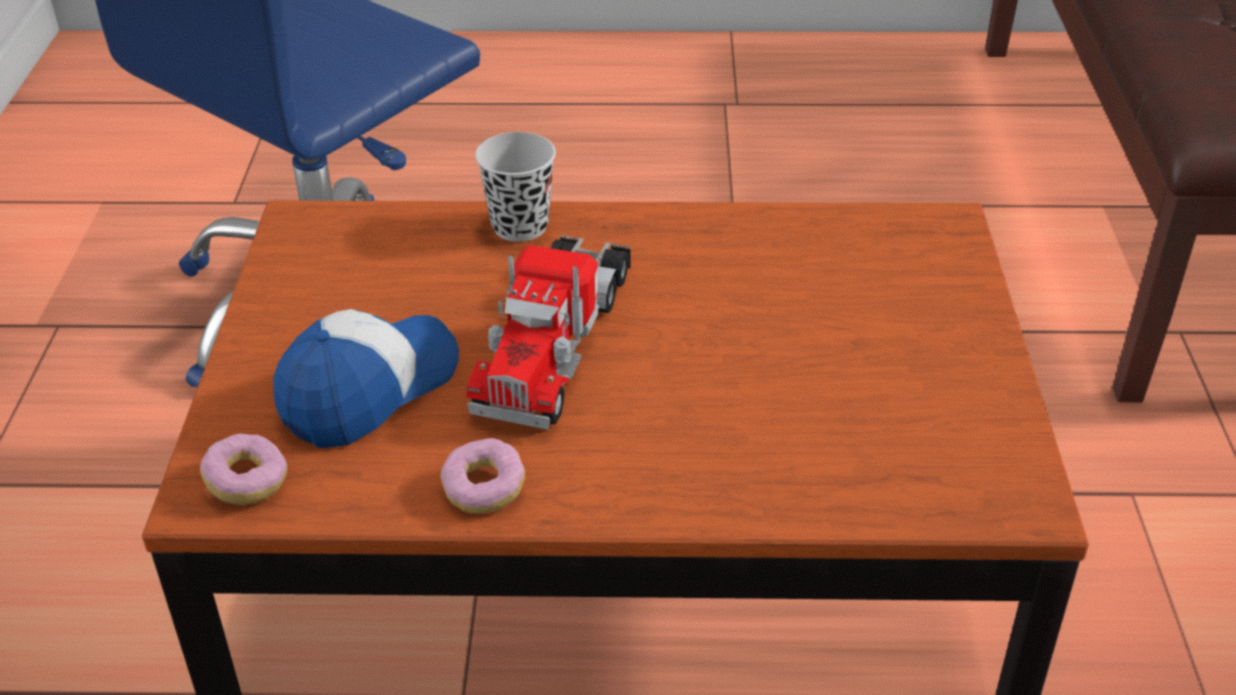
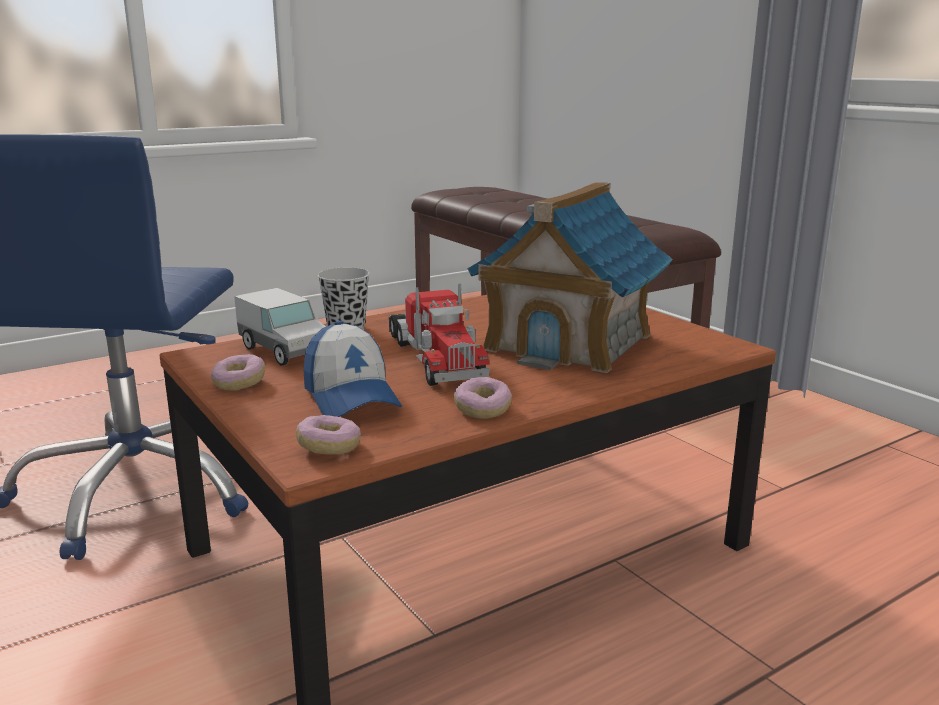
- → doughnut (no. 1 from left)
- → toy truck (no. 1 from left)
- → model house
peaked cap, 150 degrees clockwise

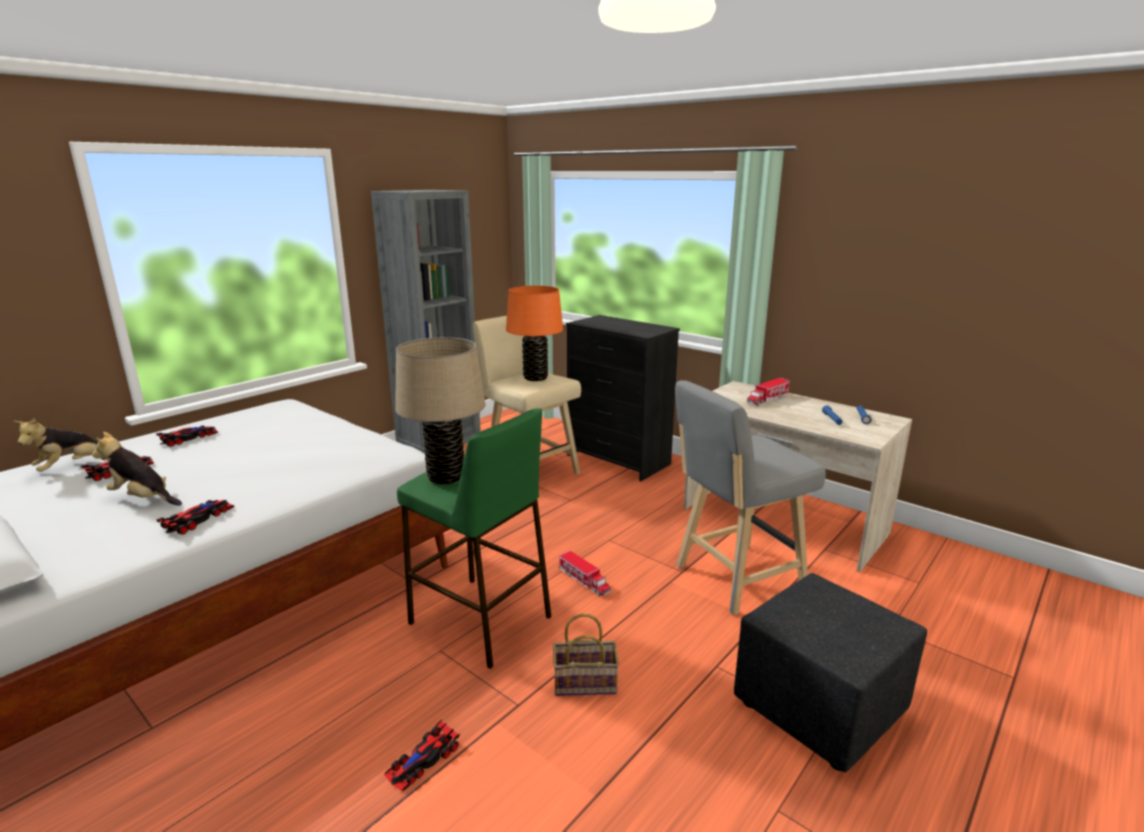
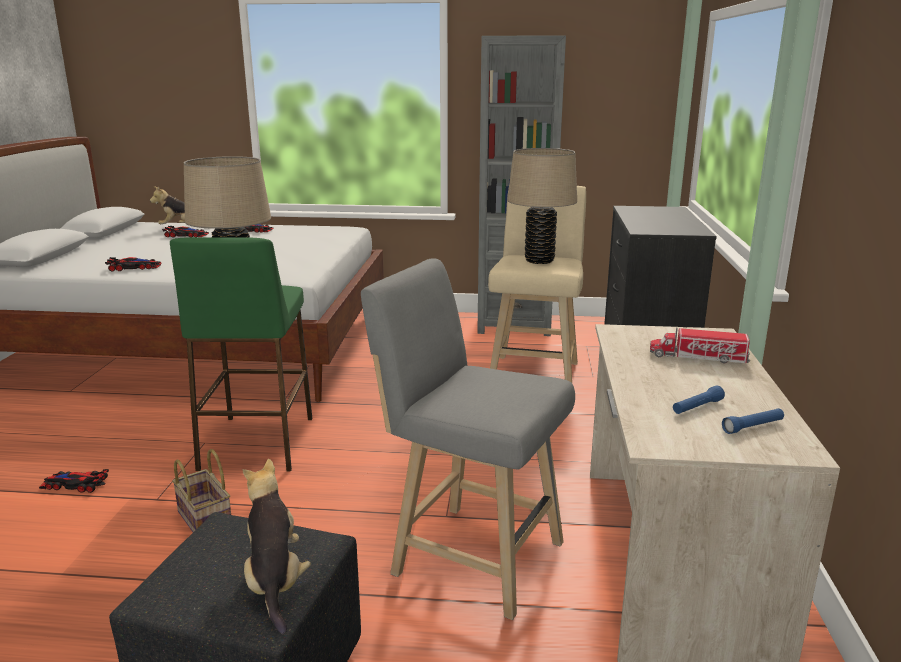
toy truck (no. 1 from left) → -
cuddly toy (no. 2 from left), relocated
orange-coloured table lamp → beige-coloured table lamp (no. 2 from left)

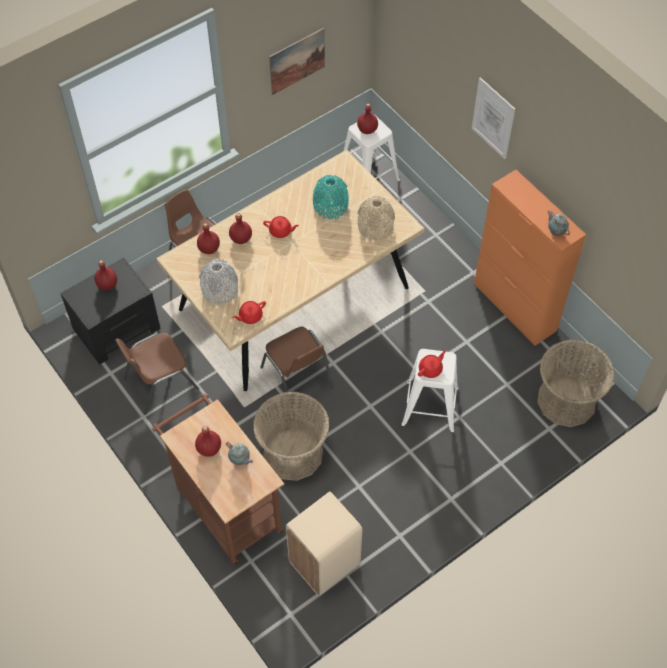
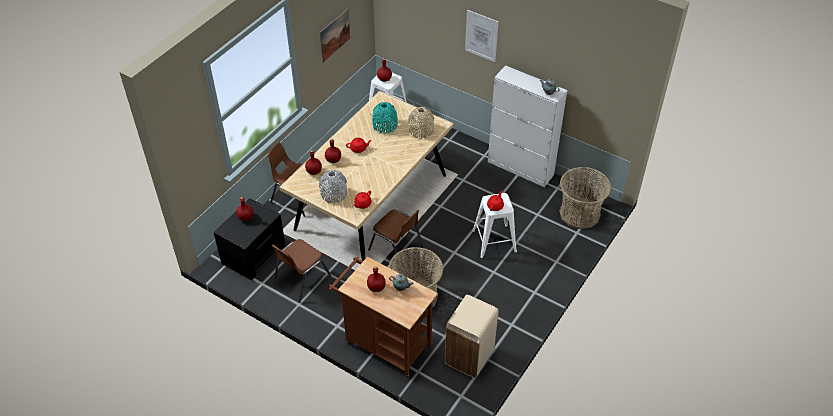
orange-coloured cabinet → white cabinet

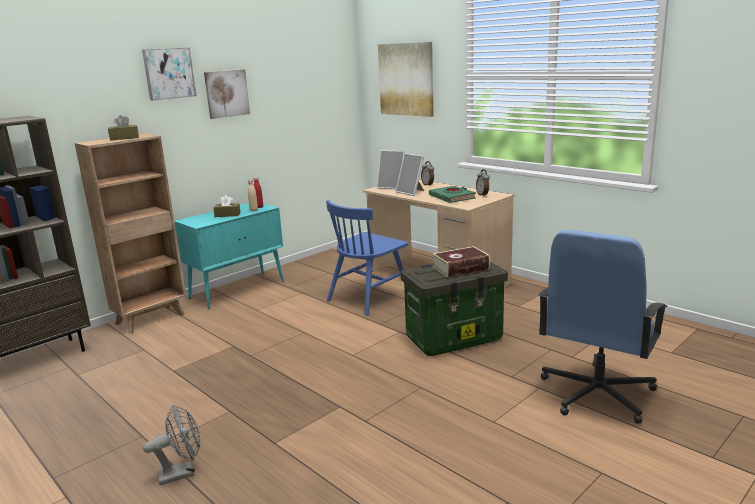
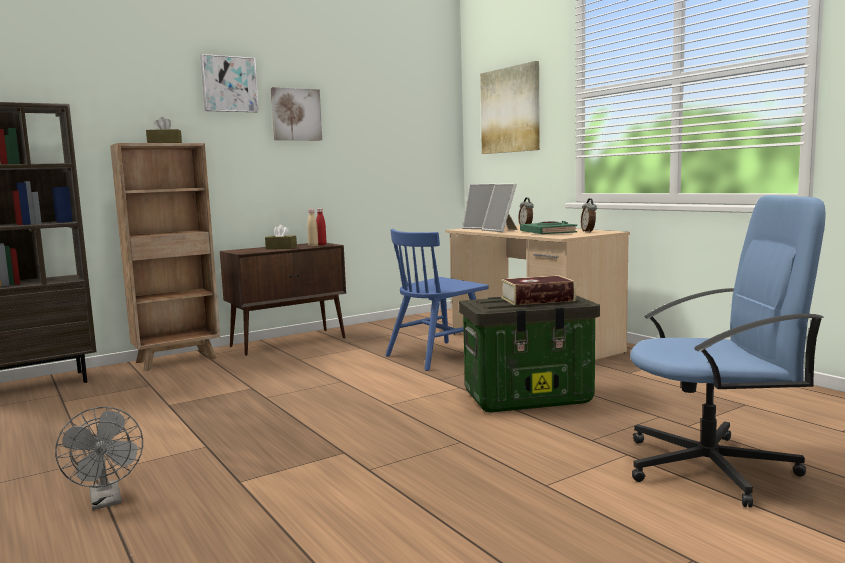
blue-green cabinet → brown cabinet
greyish electric fan, 75 degrees clockwise
bluish computer chair, 135 degrees counterclockwise

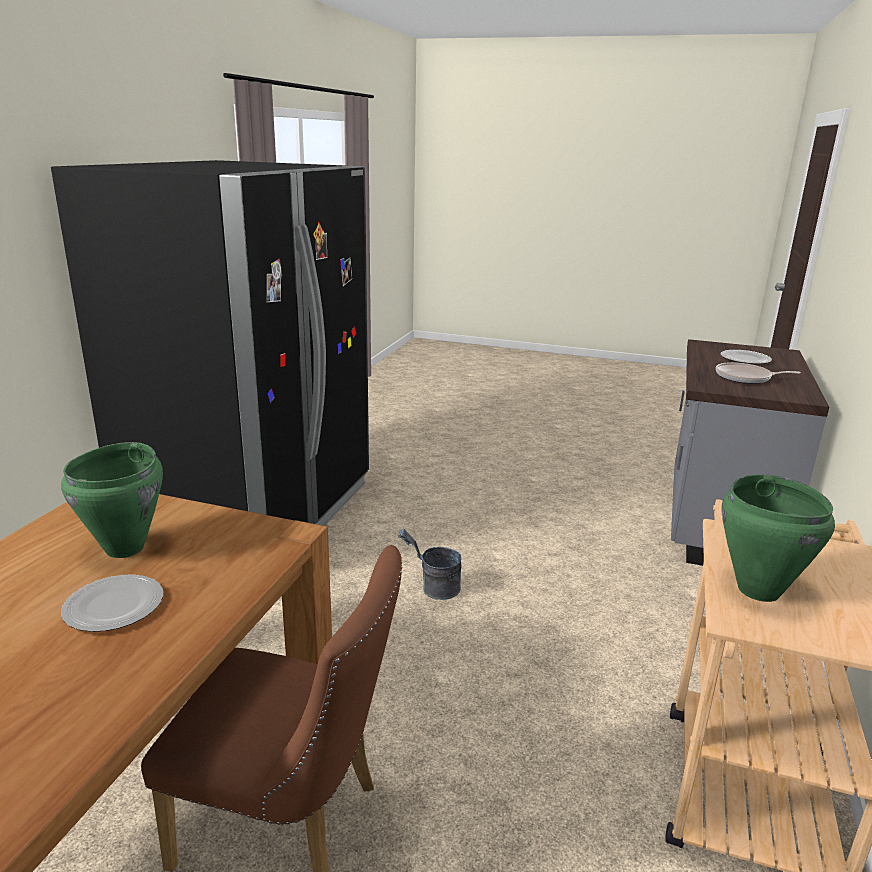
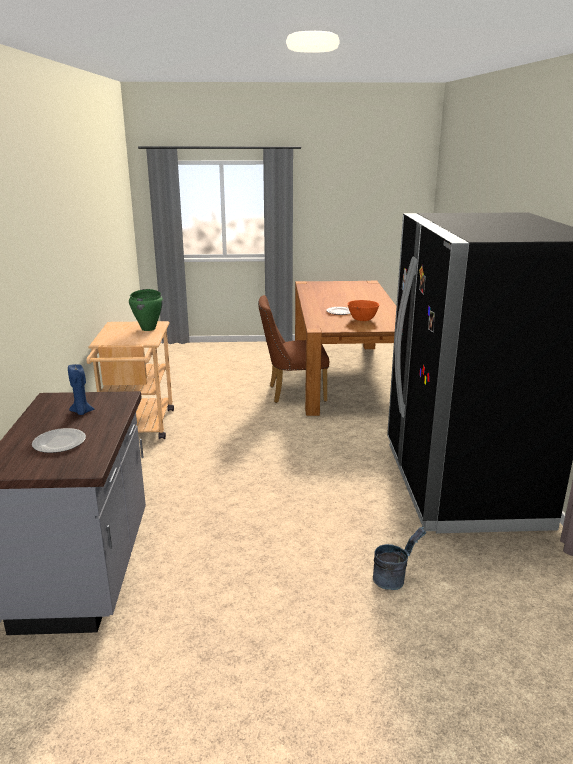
greyish pail, relocated
greenish saucepot (no. 1 from left) → orange-coloured serving bowl
skillet → bluish wax candle

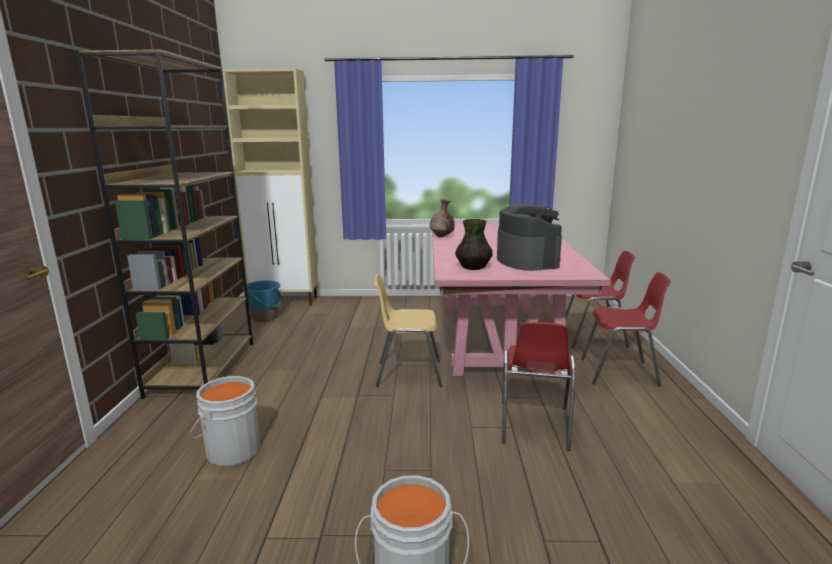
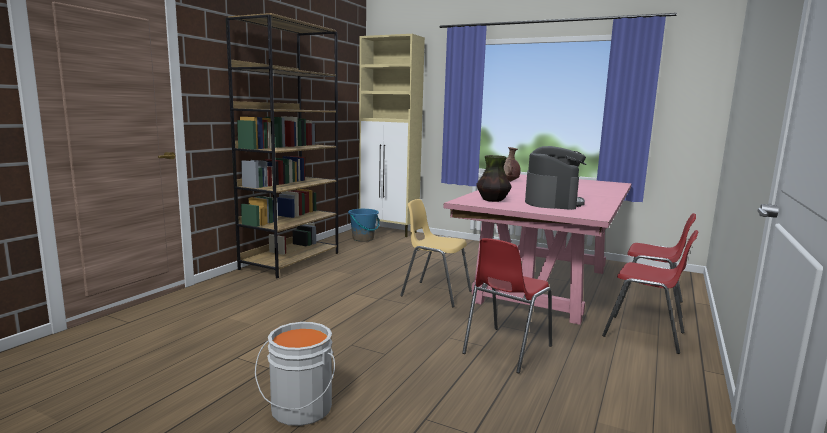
greyish pail (no. 1 from left) → -

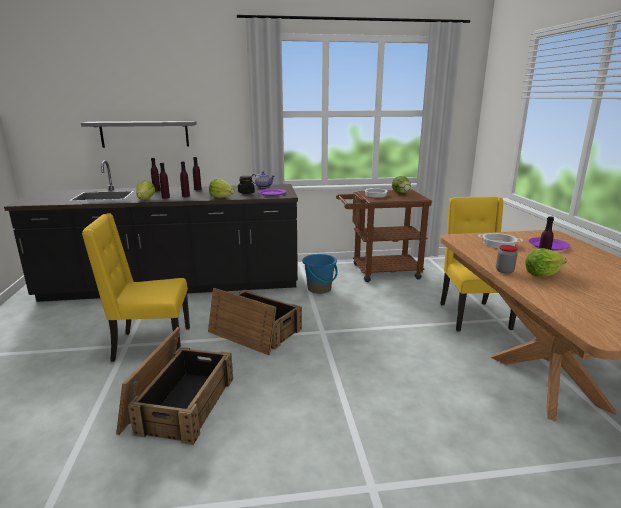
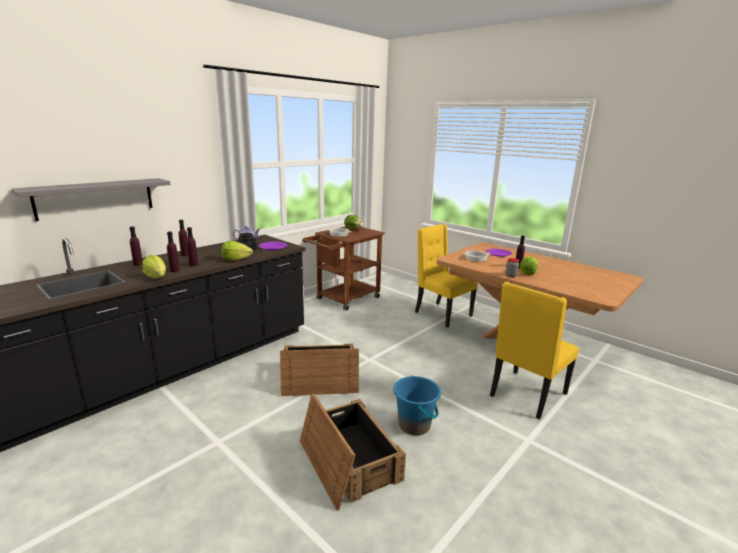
yellowish plain chair (no. 1 from left in the first image) → yellowish plain chair (no. 2 from left), relocated
bluish pail, relocated

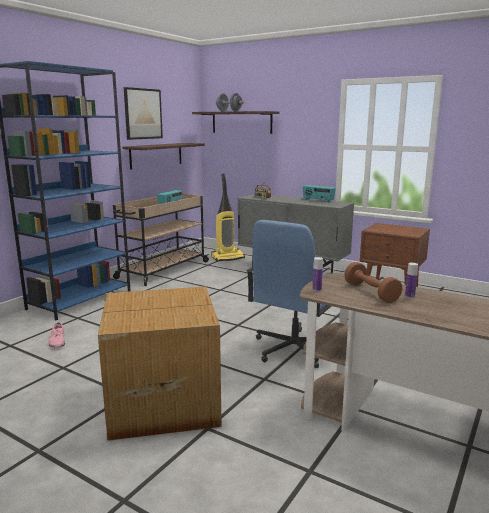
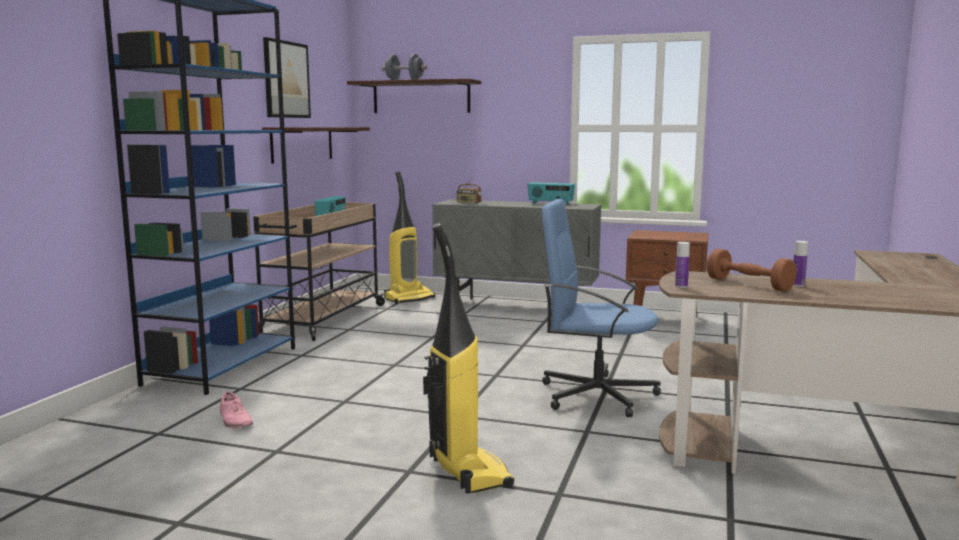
packing box → vacuum cleaner (no. 2 from left)
bluish computer chair, 90 degrees clockwise

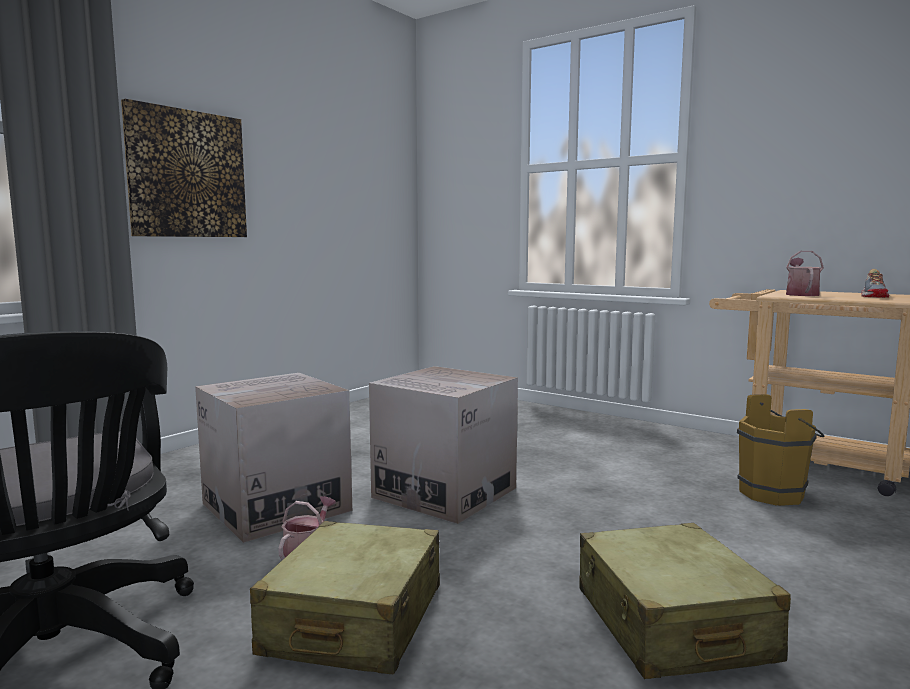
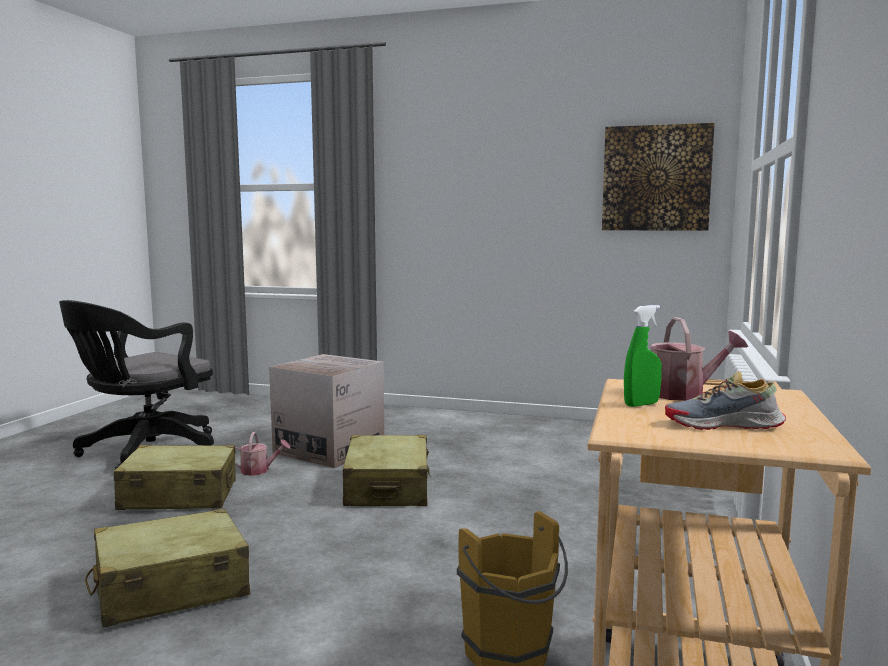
- → greenish hand sprayer
picture, relocated
packing box (no. 2 from left) → beige-coloured suitcase (no. 3 from left)

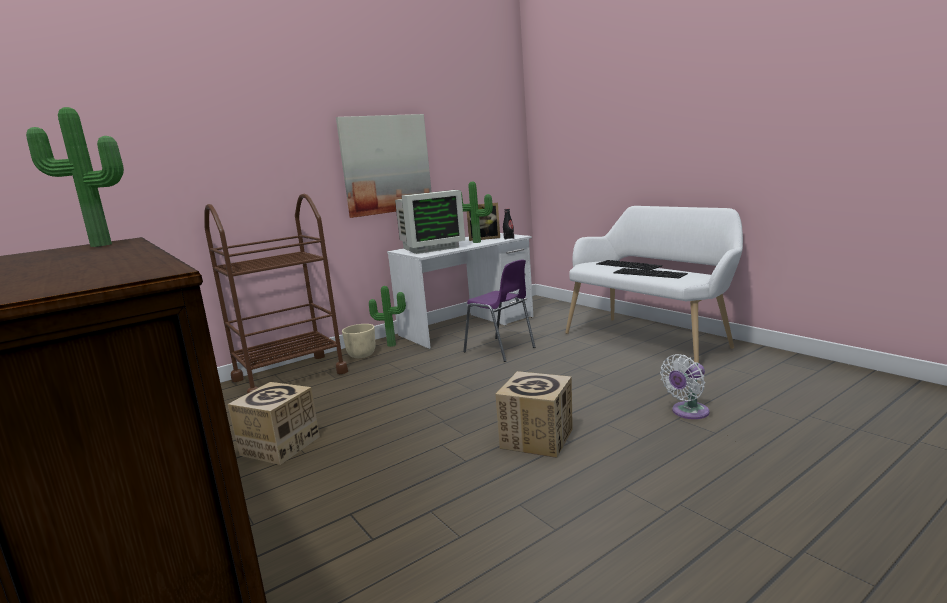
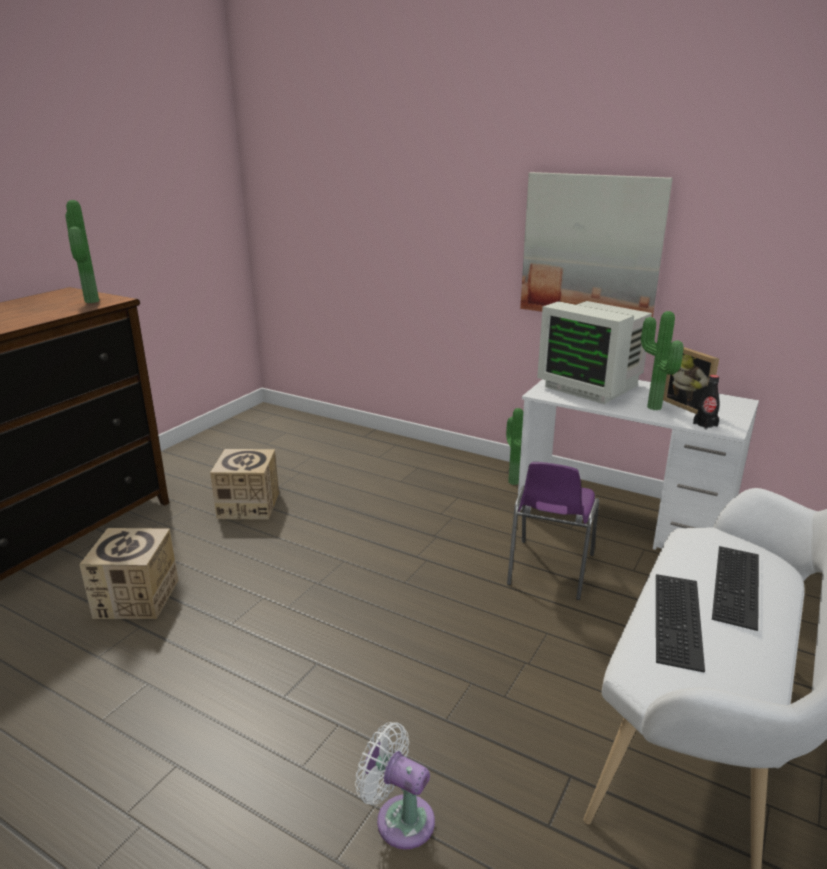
brown cart → -
beige-coloured flower pot → -
packing box (no. 2 from left in the first image) → packing box (no. 1 from left), relocated

